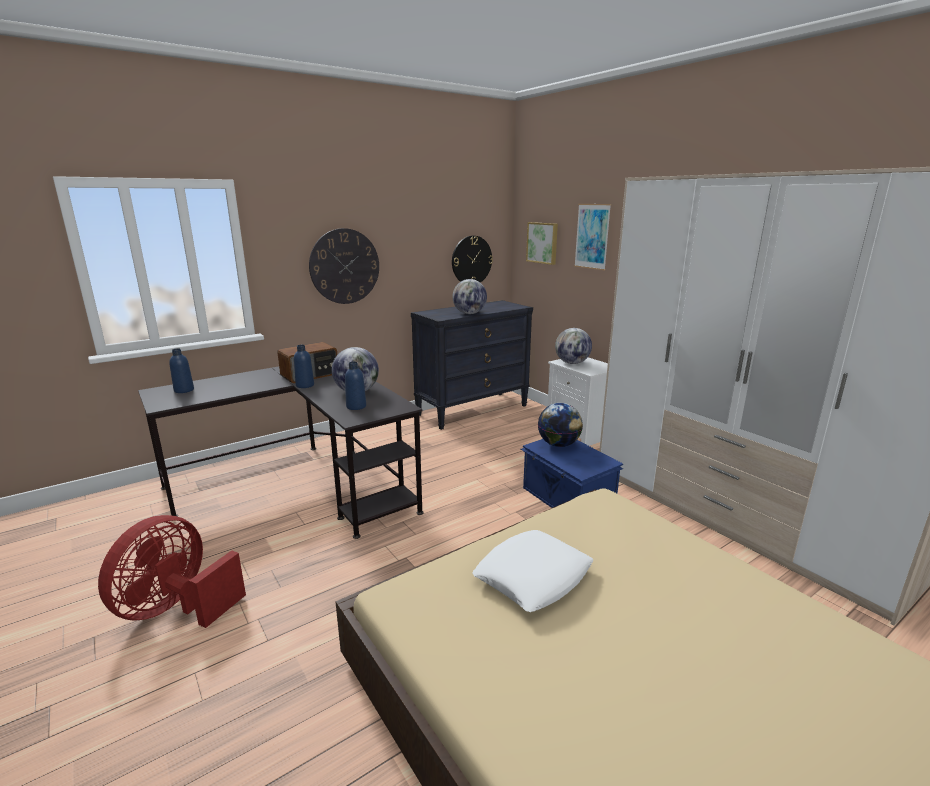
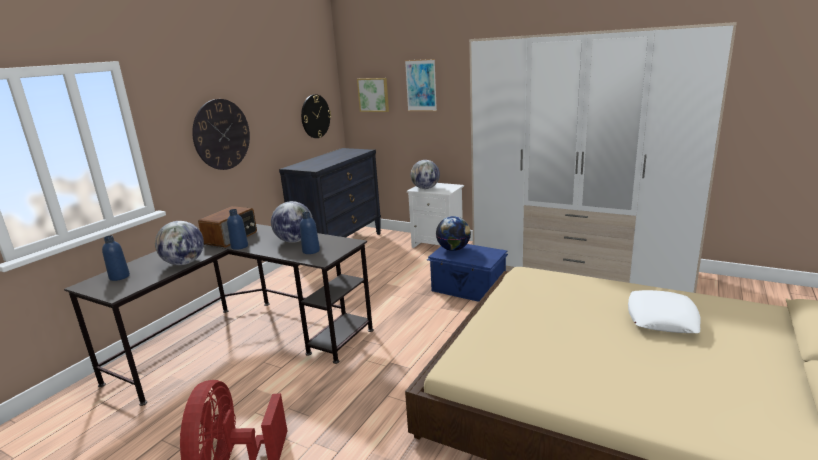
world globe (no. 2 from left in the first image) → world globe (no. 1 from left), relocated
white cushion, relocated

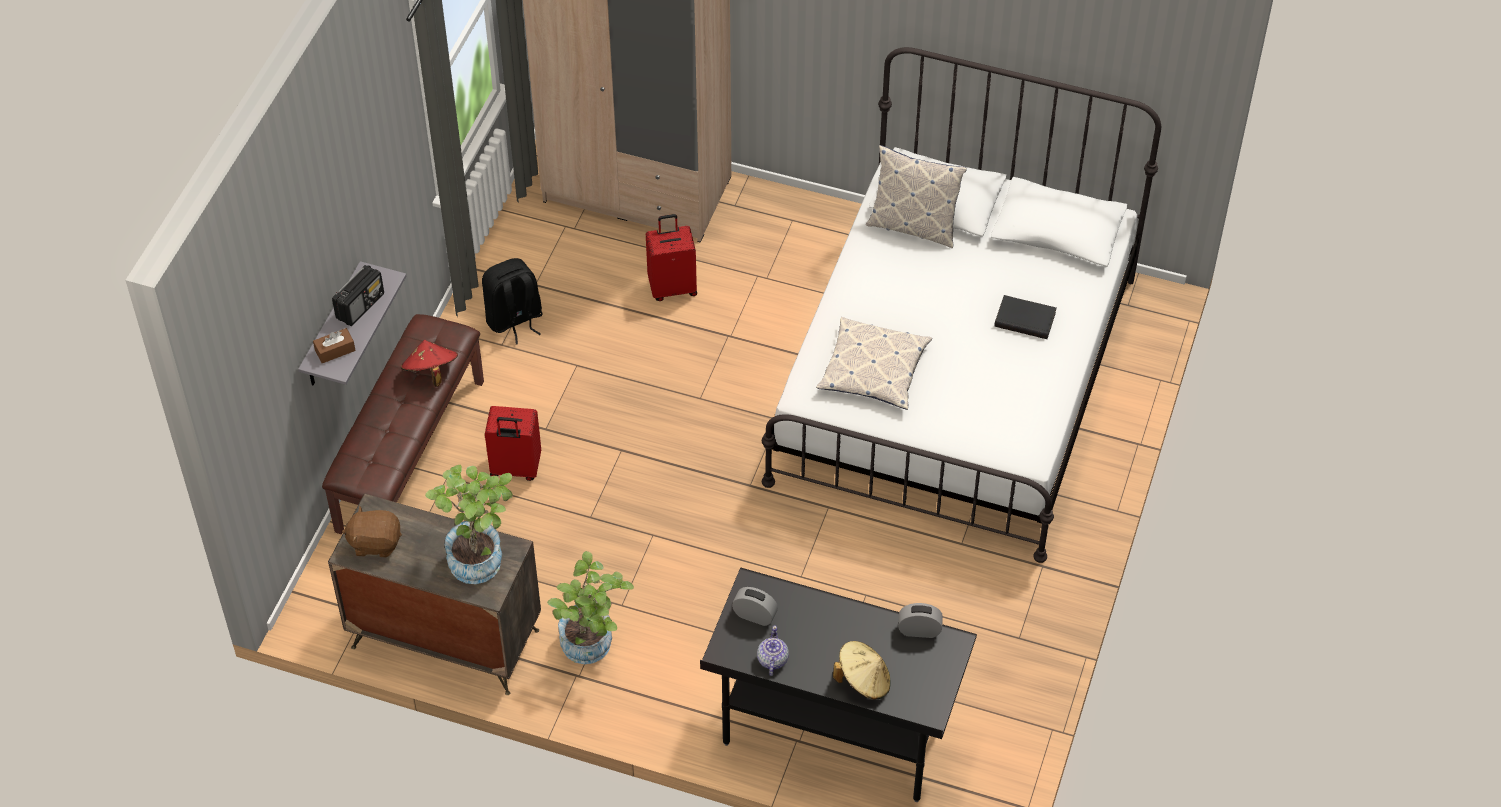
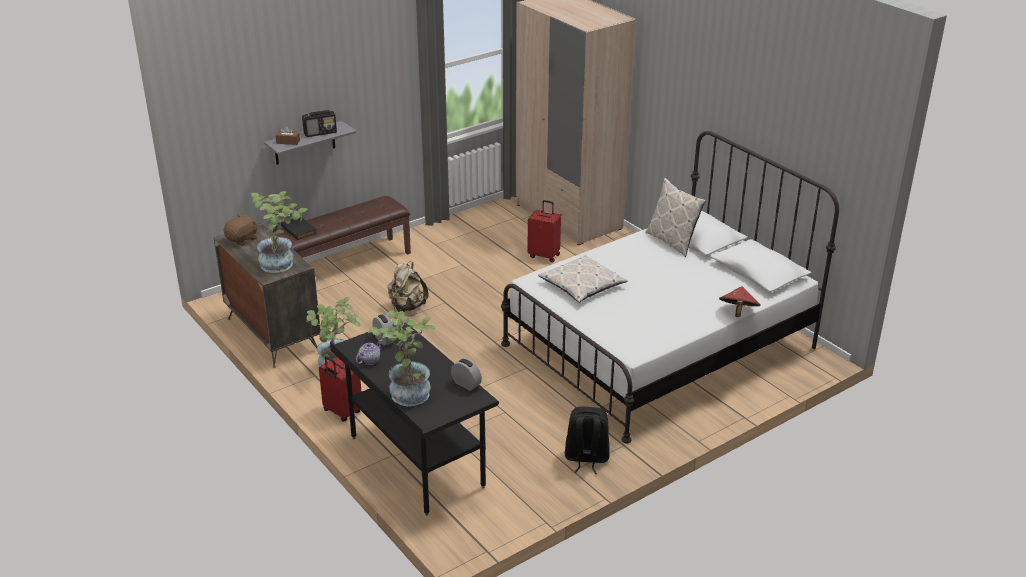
- → beige-coloured backpack
reddish clothing hat, relocated
blackish backpack, relocated
reddish suitcase (no. 1 from left), relocated
blackish book, relocated
beige-coloured clothing hat → plant in a pot (no. 3 from left)
brown cuddly toy, 90 degrees clockwise

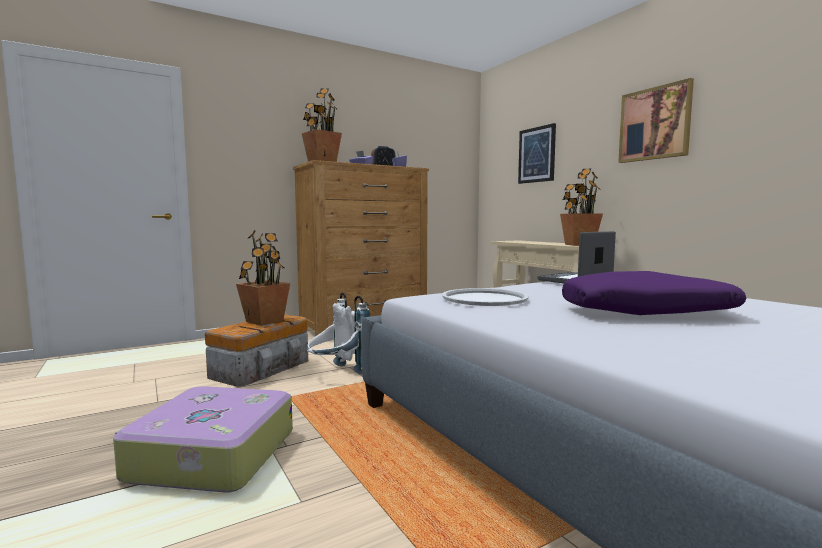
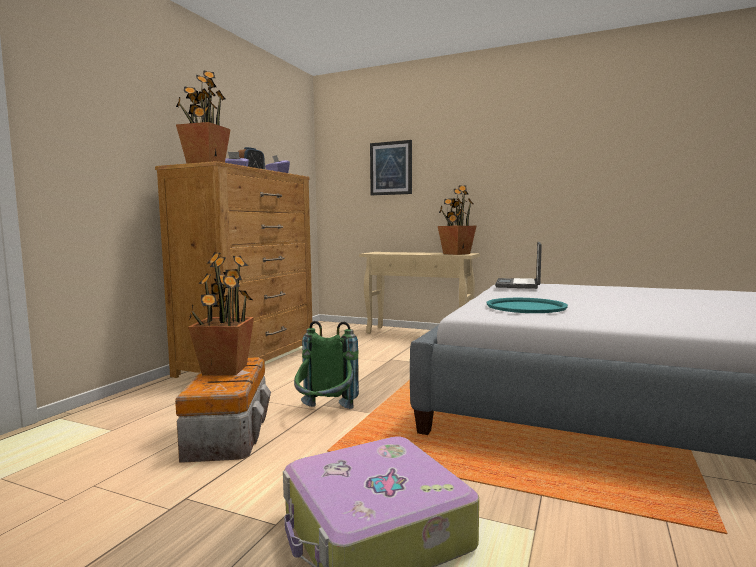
purple cushion → -
picture (no. 2 from left) → -
white backpack → greenish backpack
white carrying tray → blue-green carrying tray

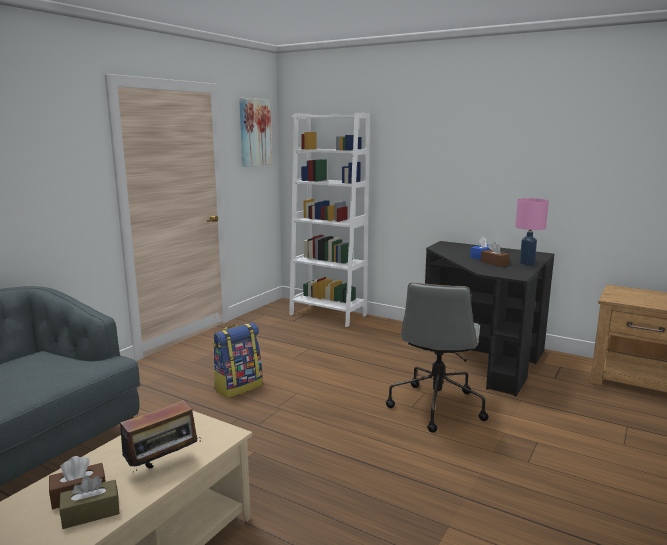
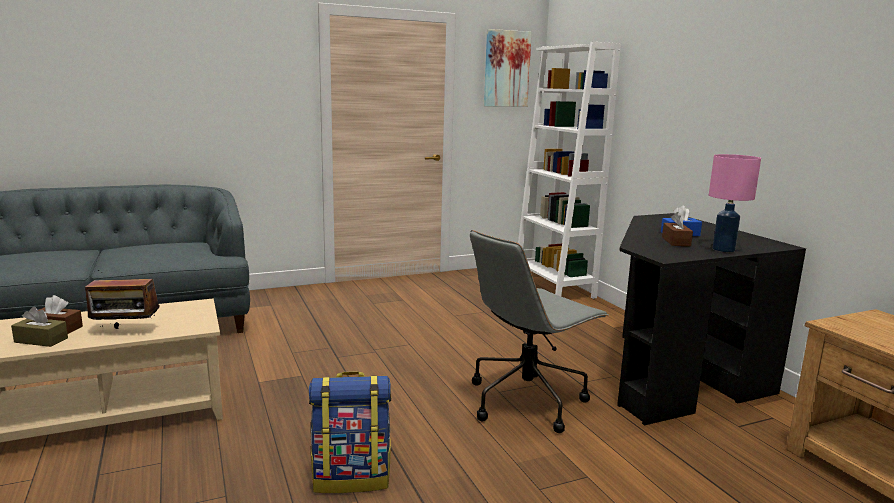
backpack, relocated

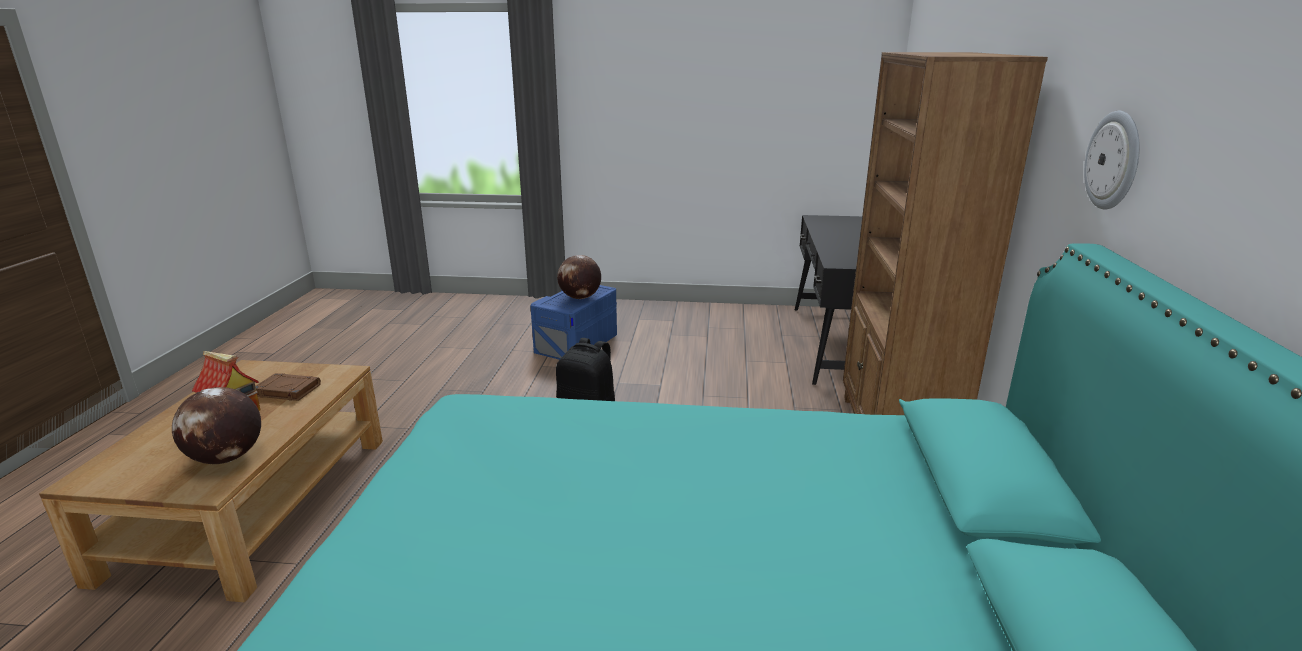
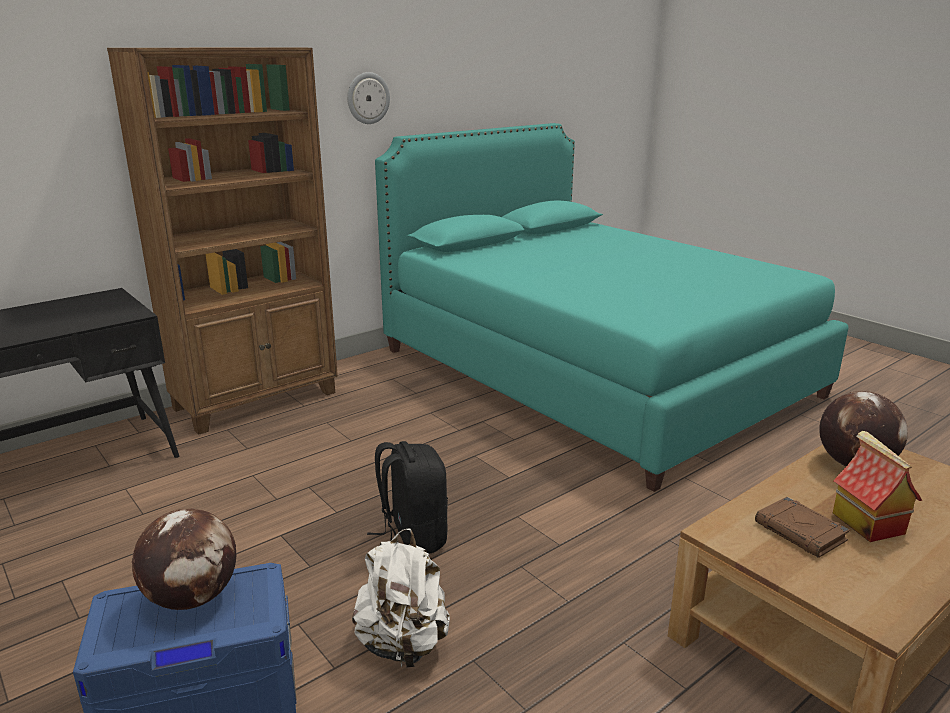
- → white backpack

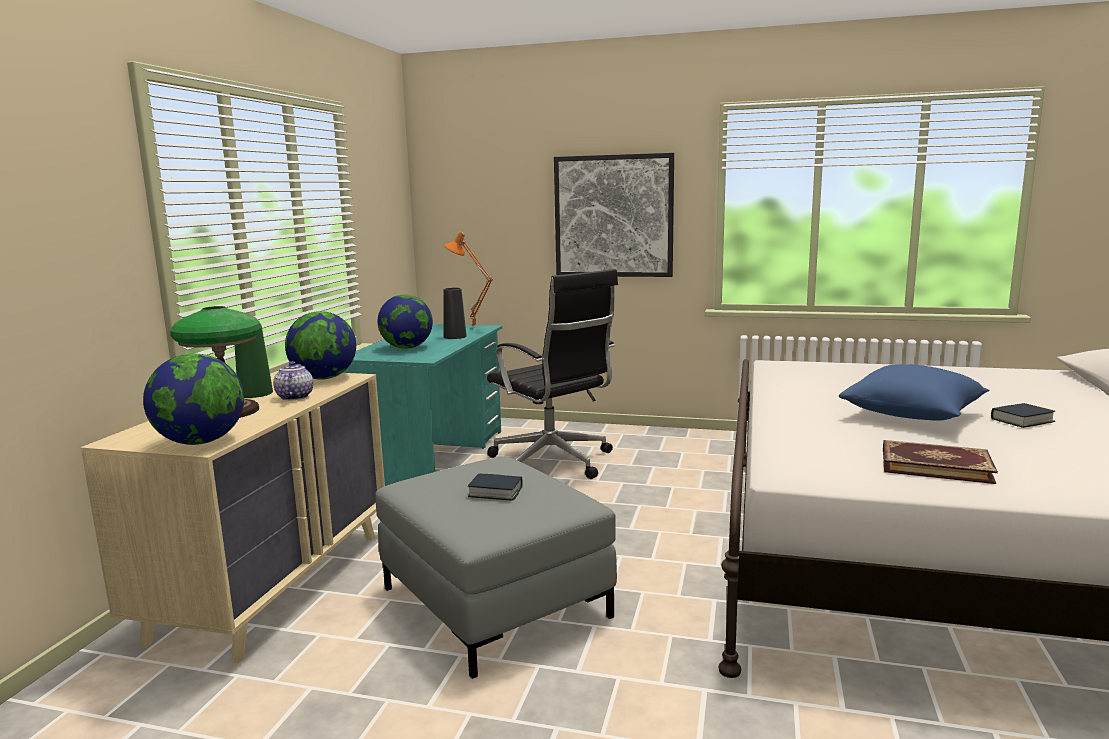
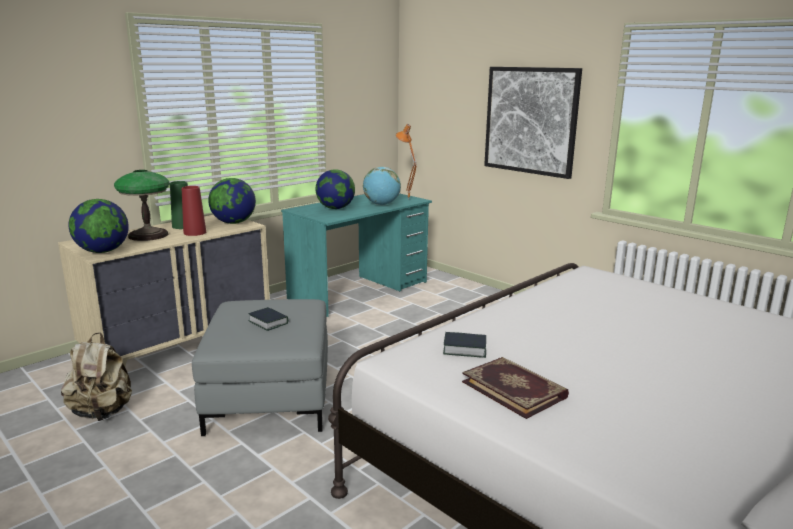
blackish computer chair → -
bluish cushion → -
- → beige-coloured backpack
book (no. 3 from left in the first image) → book (no. 2 from left), relocated
pot for tea → reddish decorative vase
blackish decorative vase → world globe (no. 4 from left)

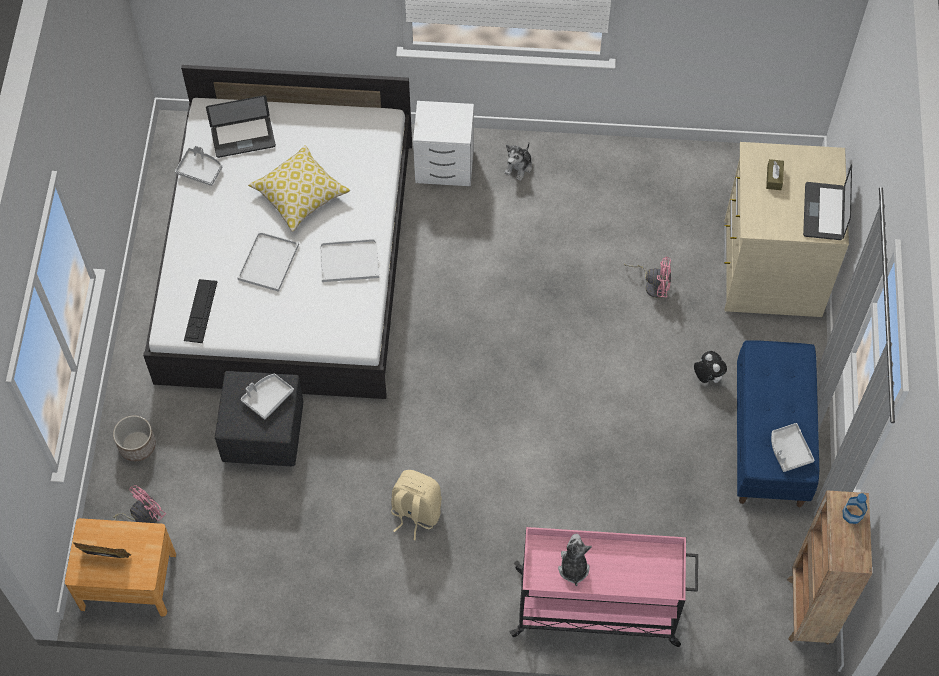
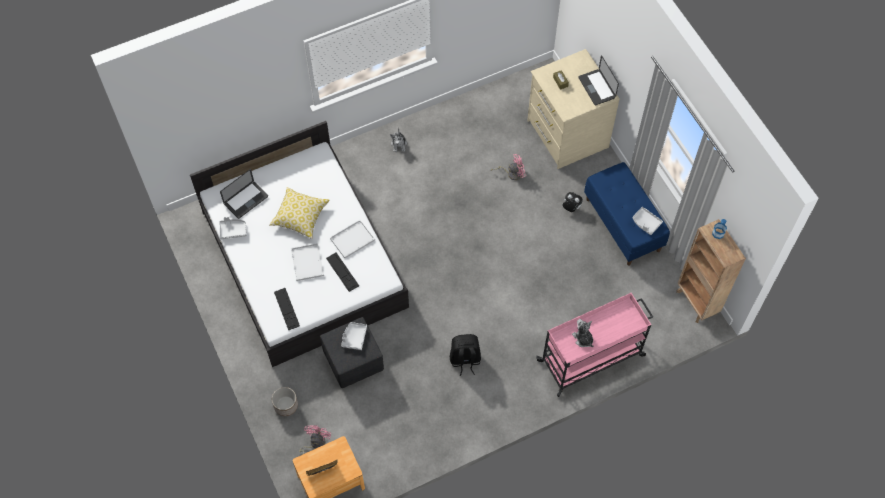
white night table → -
- → computer keyboard (no. 2 from left)
beige-coloured backpack → blackish backpack

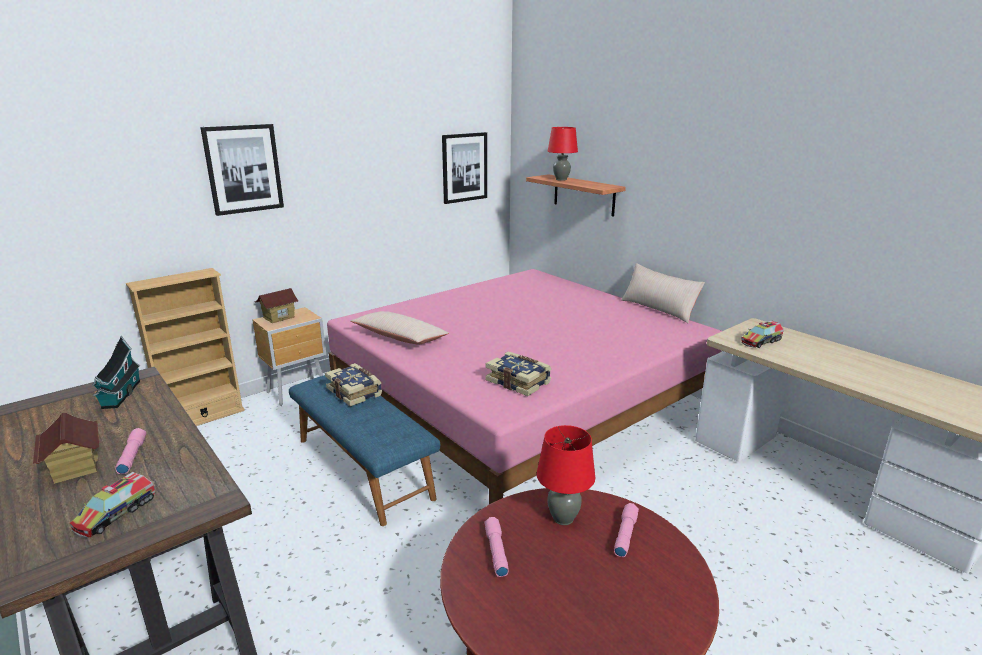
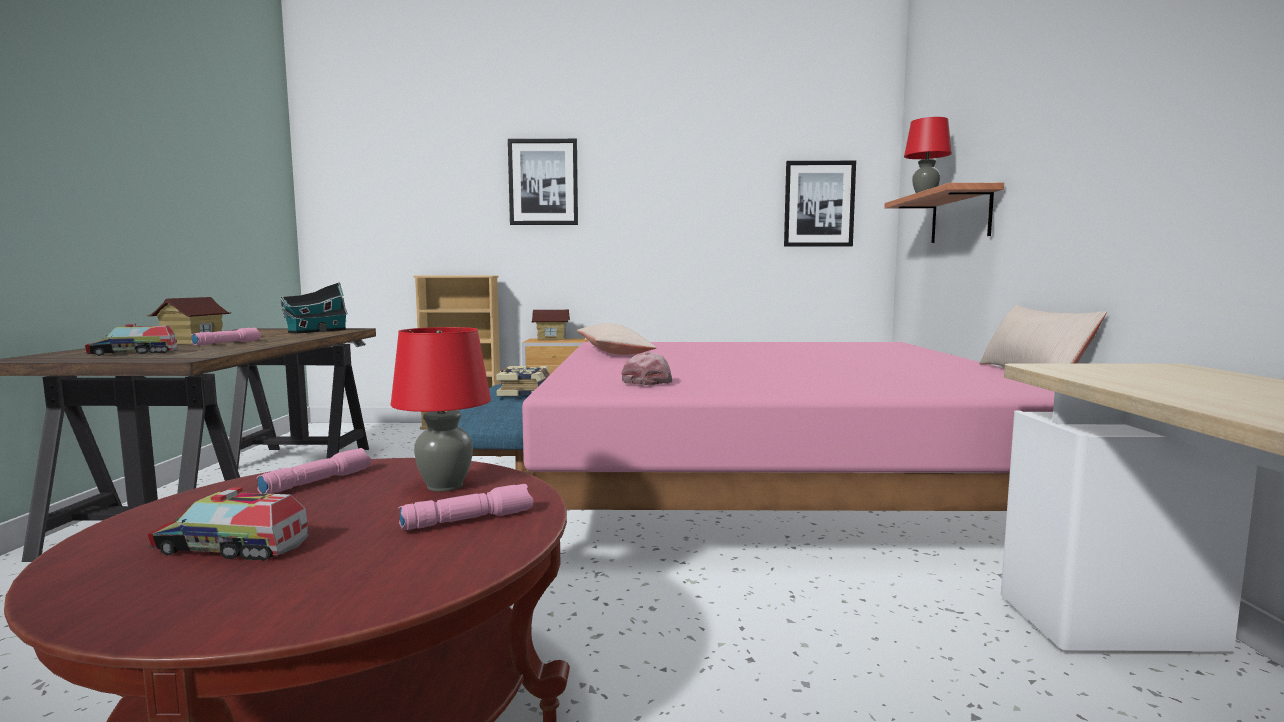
toy truck (no. 2 from left), relocated
book (no. 2 from left) → pink-coloured peaked cap

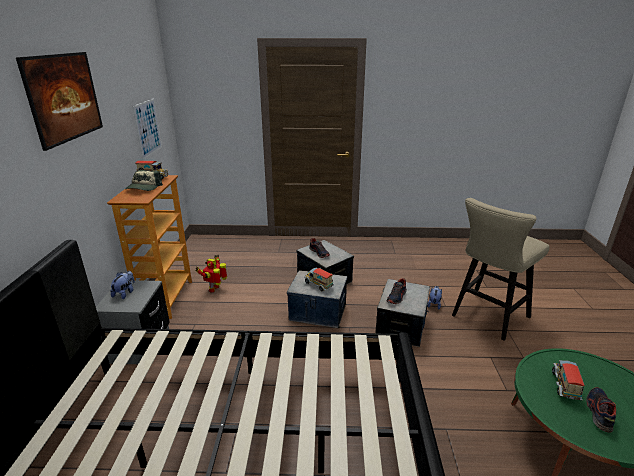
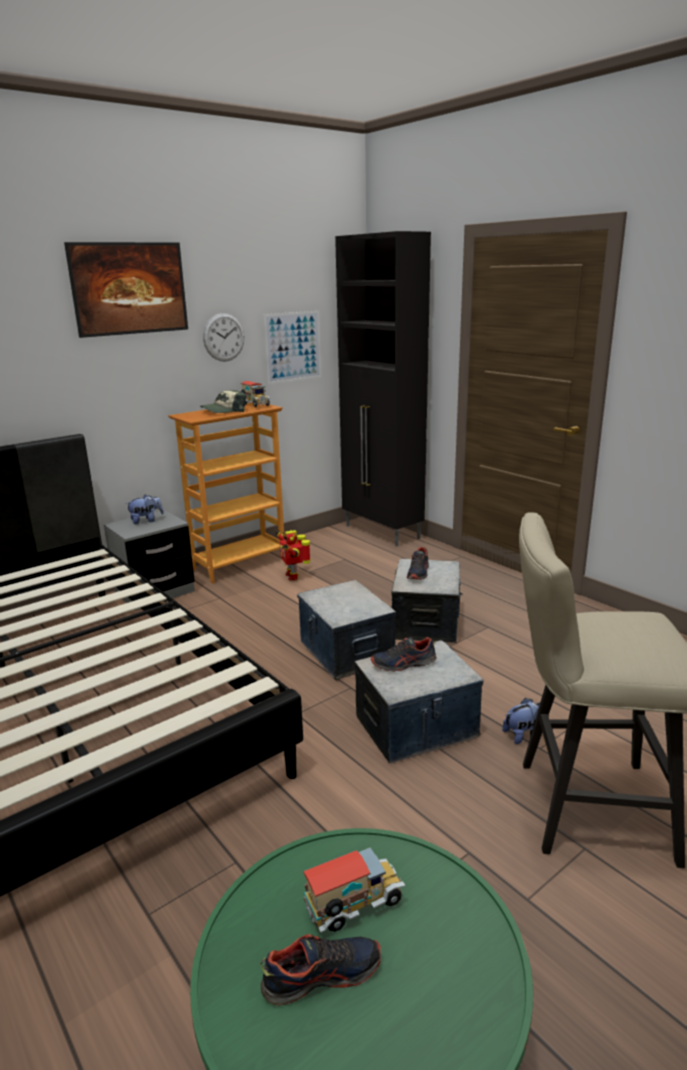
toy truck (no. 2 from left) → -
- → clock on the wall
- → blackish cabinet
toy robot, 90 degrees counterclockwise

